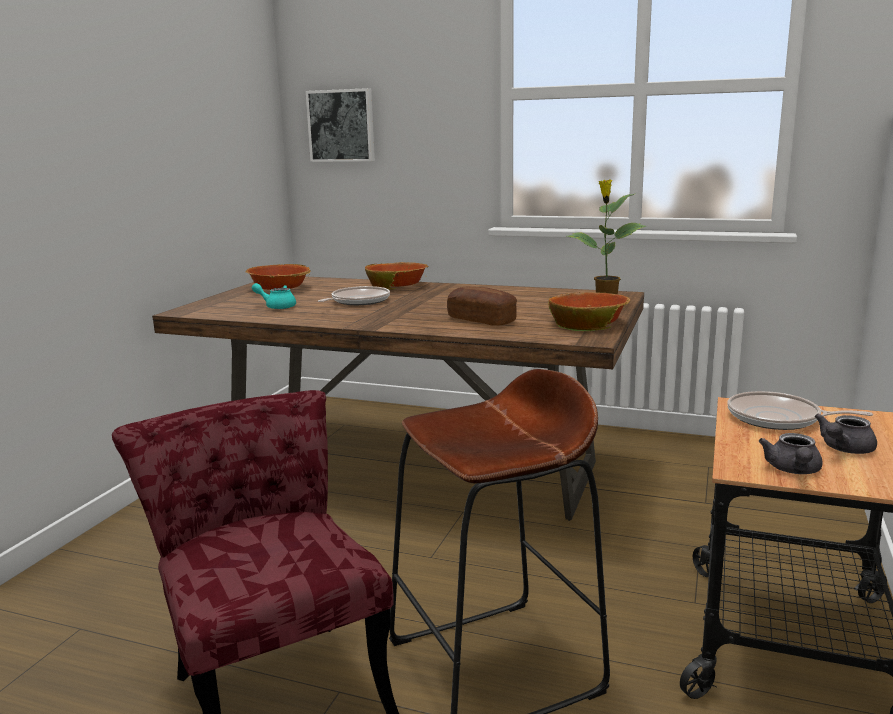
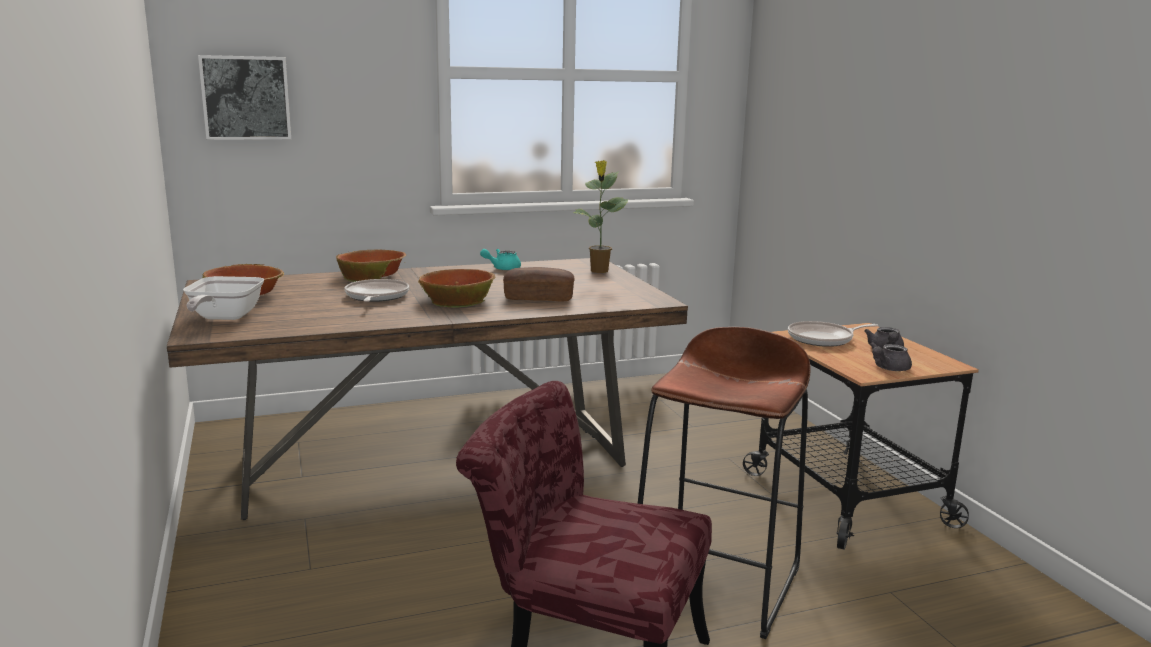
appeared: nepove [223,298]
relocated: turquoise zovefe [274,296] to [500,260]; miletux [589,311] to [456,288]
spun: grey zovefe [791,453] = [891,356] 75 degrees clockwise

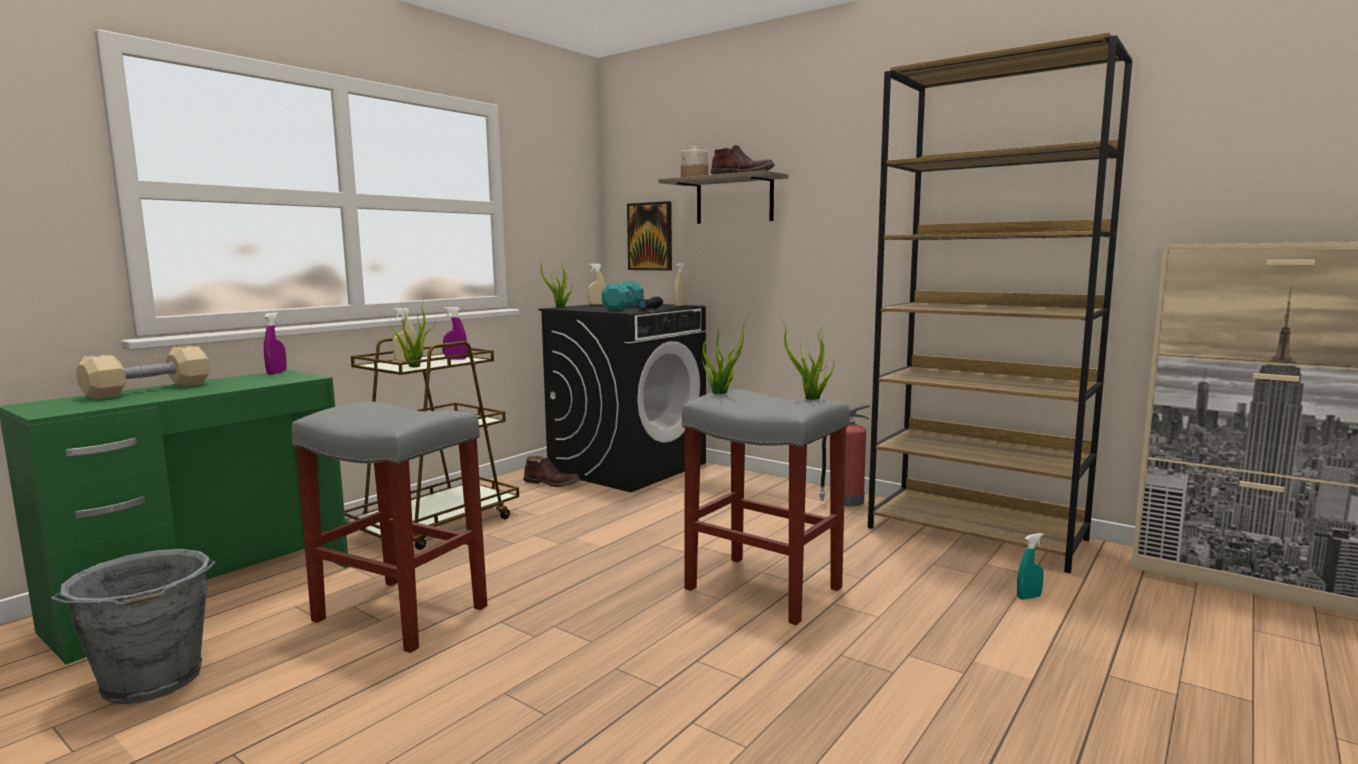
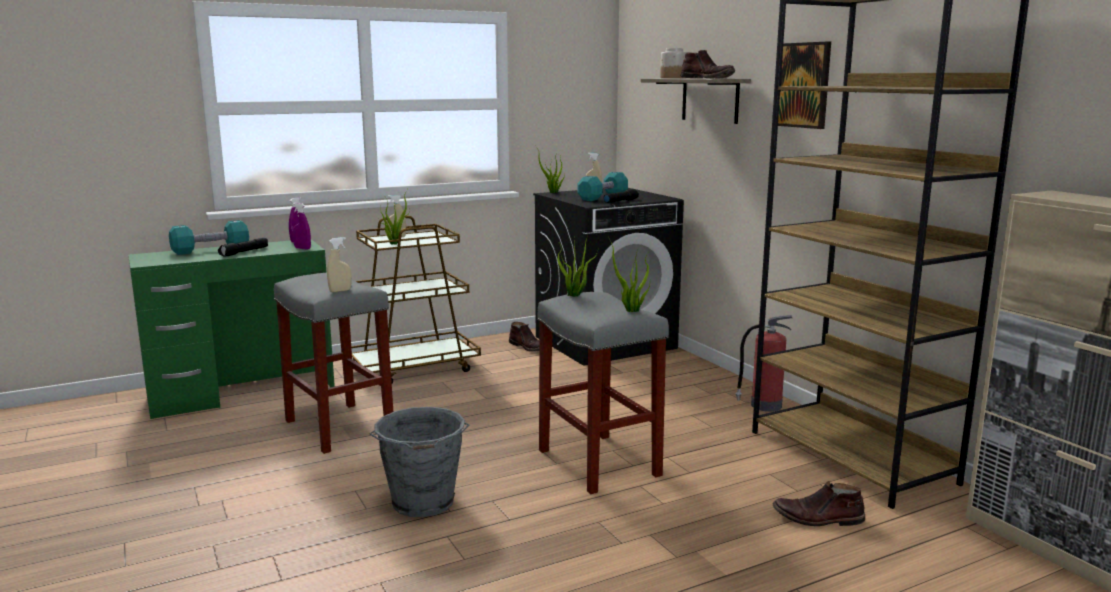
appeared: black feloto [243,247]
relocated: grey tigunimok [133,626] to [419,462]; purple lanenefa [455,333] to [301,226]; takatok [649,235] to [804,85]; beige lanenefa [680,284] to [339,264]
exchanged: turquoise lanenefa [1030,566] to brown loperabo [819,503]
colour: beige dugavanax [143,372] to turquoise dugavanax [209,237]

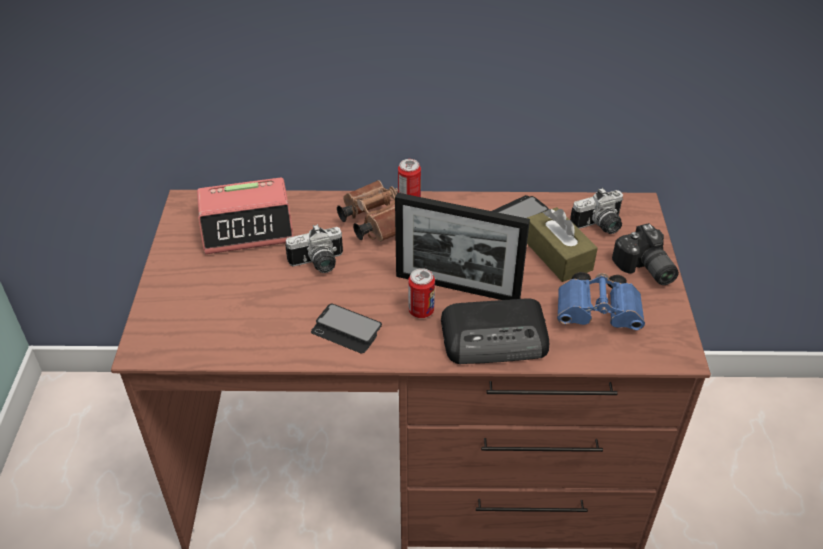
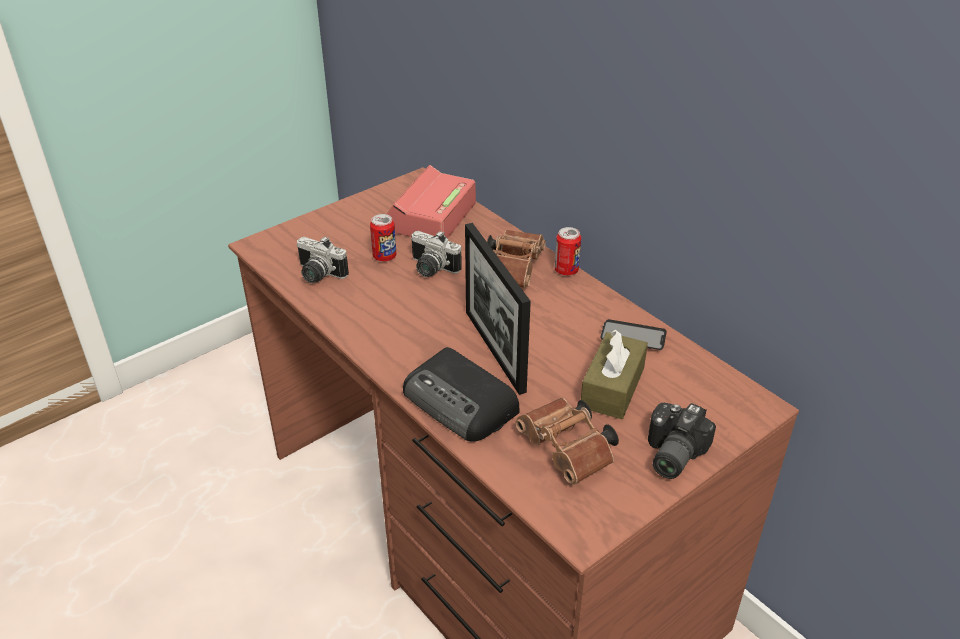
missing: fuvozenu [346,328]
relocated: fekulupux [421,293] to [383,238]; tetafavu [597,211] to [322,259]
colour: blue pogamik [601,301] to brown pogamik [567,441]
spun: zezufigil [245,216] = [431,201] 75 degrees clockwise

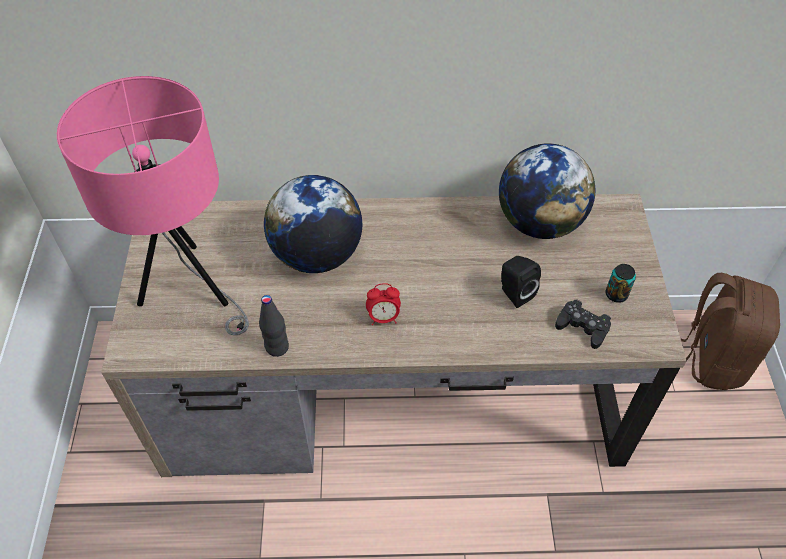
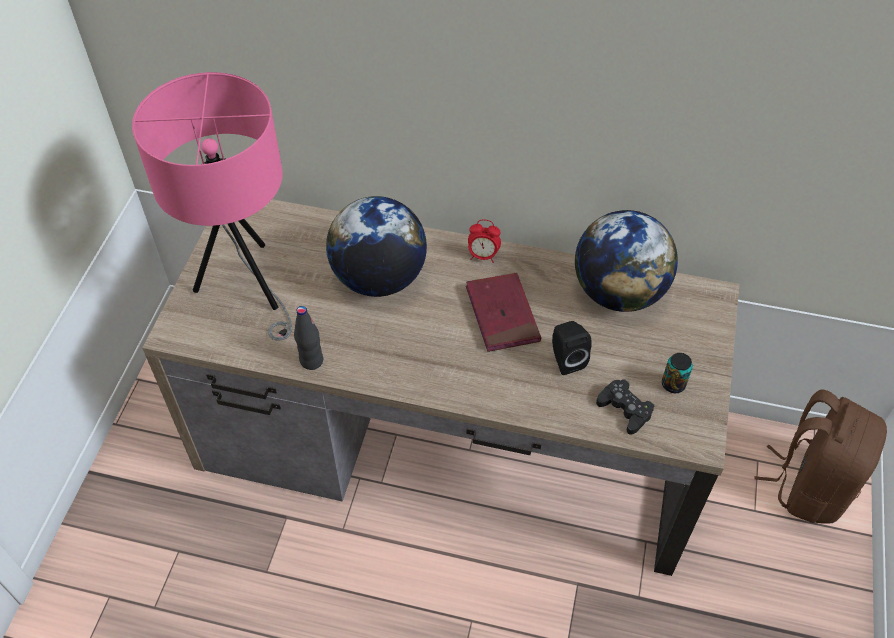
appeared: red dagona [503,312]
relocated: zezufigil [383,304] to [484,241]

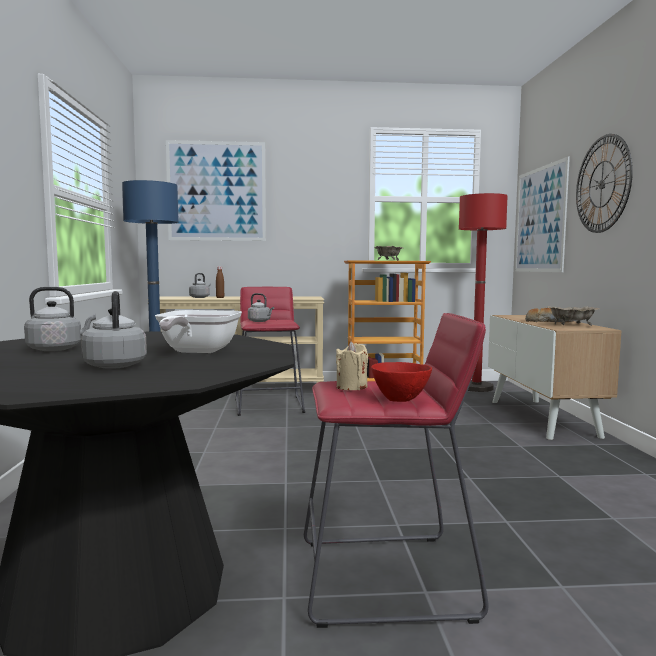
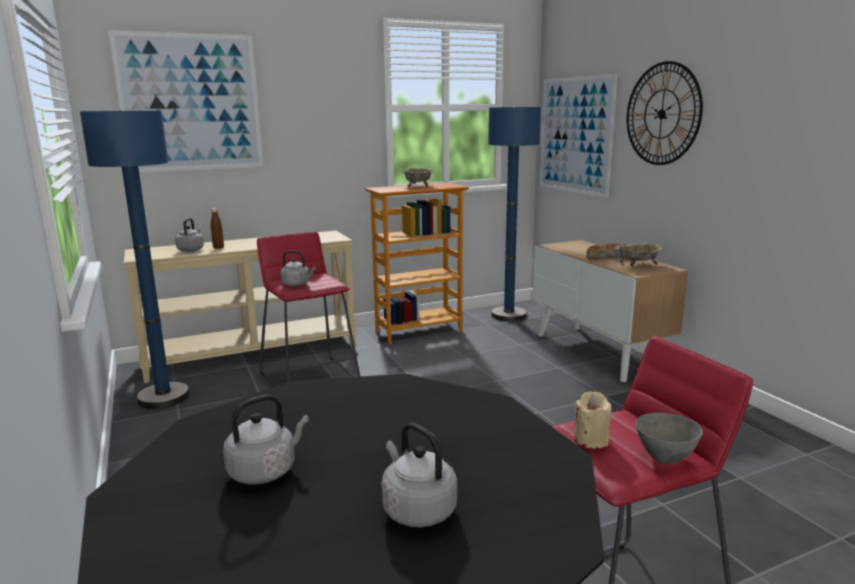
missing: nepove [198,331]
colour: red miletux [401,382] to grey miletux [669,438]; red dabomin [483,292] to blue dabomin [514,213]

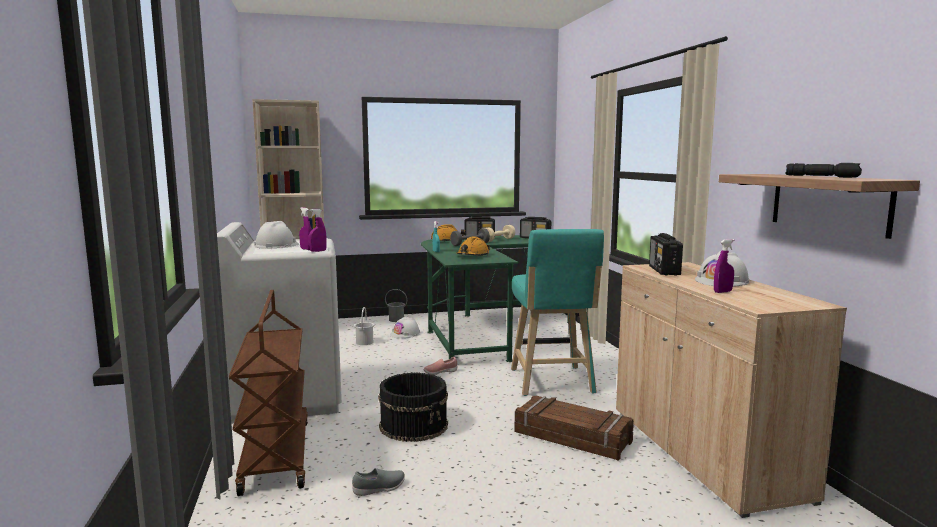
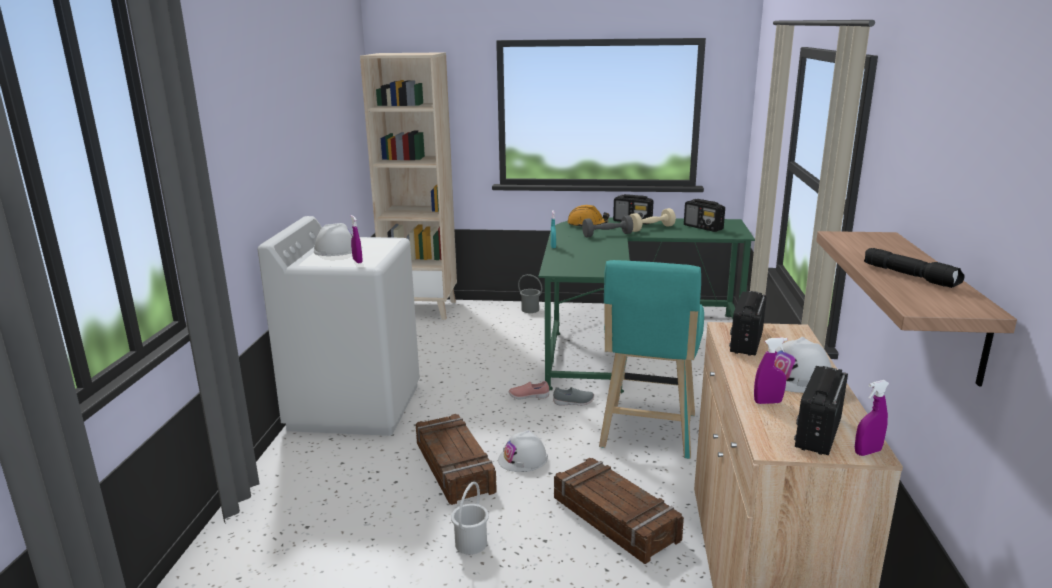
missing: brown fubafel [268,393]; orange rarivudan [473,246]
appeared: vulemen [821,410]
relocated: purple lanenefa [318,230] to [872,418]; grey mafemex [378,482] to [573,396]; white tigunimok [364,326] to [470,518]; white rarivudan [405,327] to [523,451]
exchanged: black tigunimok [413,407] to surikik [456,459]

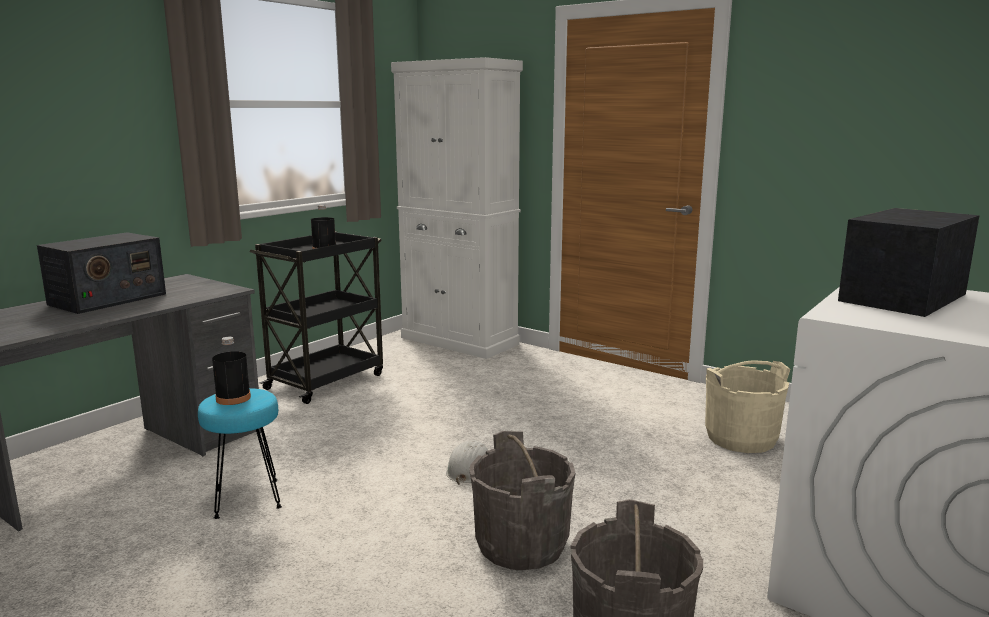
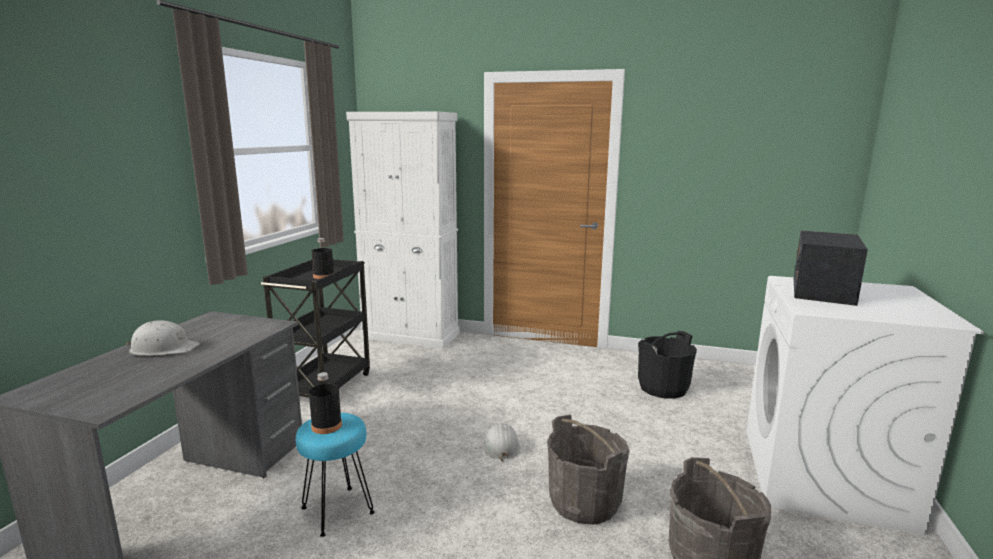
exchanged: vulemen [101,273] to white rarivudan [163,338]
colour: beige tigunimok [747,406] to black tigunimok [667,364]

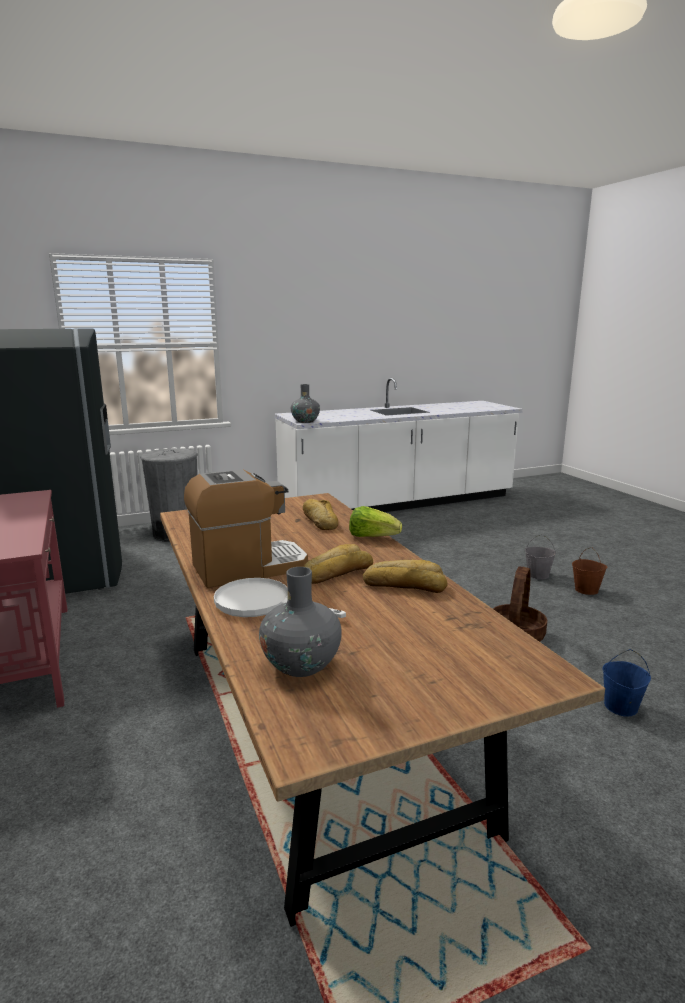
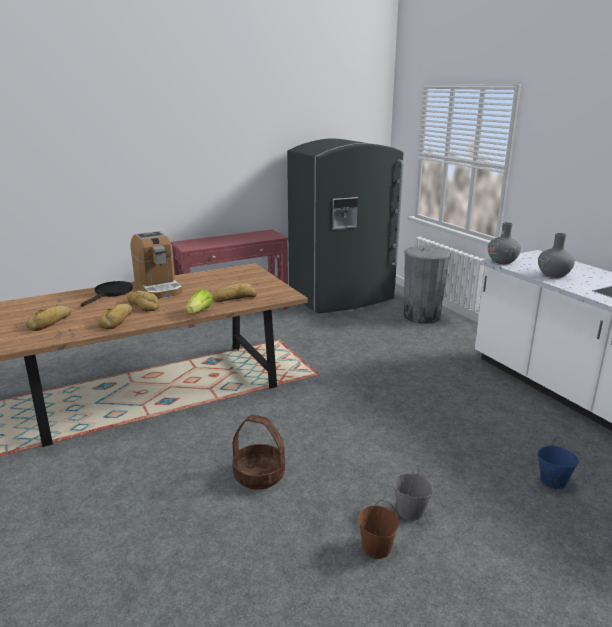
appeared: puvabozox [48,318]
relocated: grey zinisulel [300,622] to [556,255]; blue tigunimok [626,682] to [558,463]
colour: white nepove [280,598] to black nepove [107,293]

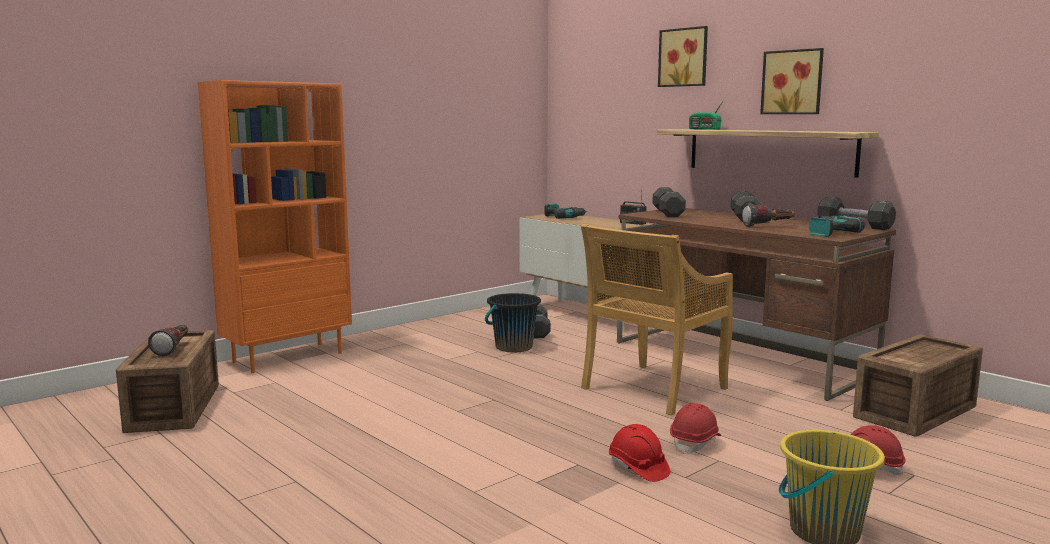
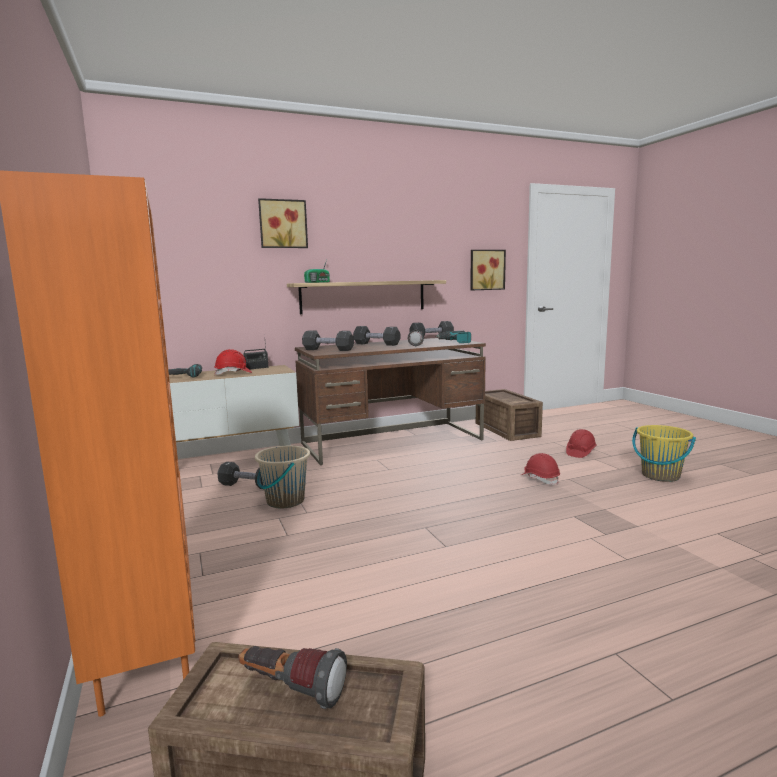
missing: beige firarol [657,320]
relocated: red rarivudan [639,453] to [233,362]; takatok [792,81] to [488,270]
colour: black tigunimok [513,322] to beige tigunimok [282,477]

